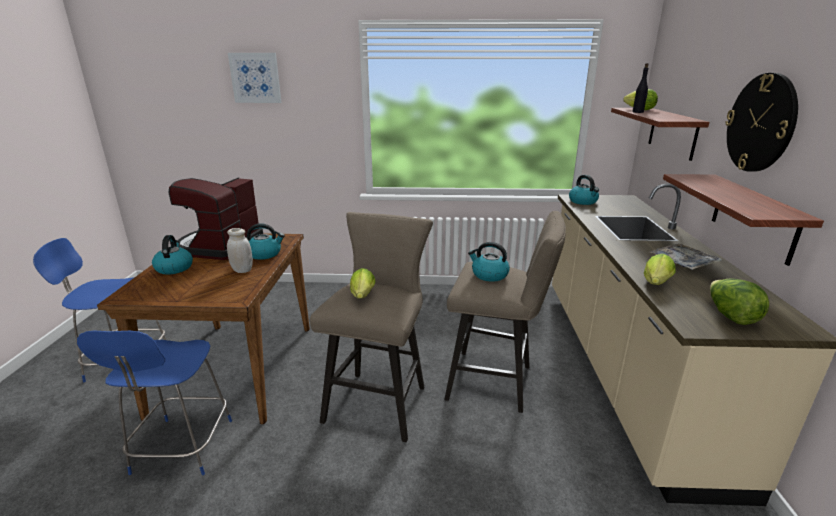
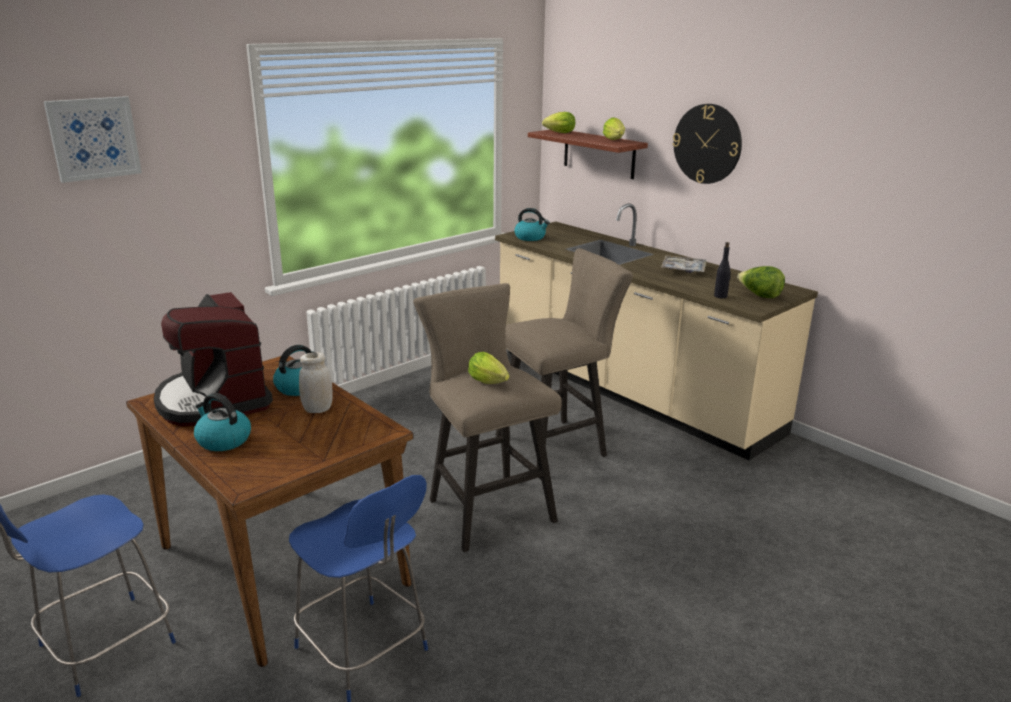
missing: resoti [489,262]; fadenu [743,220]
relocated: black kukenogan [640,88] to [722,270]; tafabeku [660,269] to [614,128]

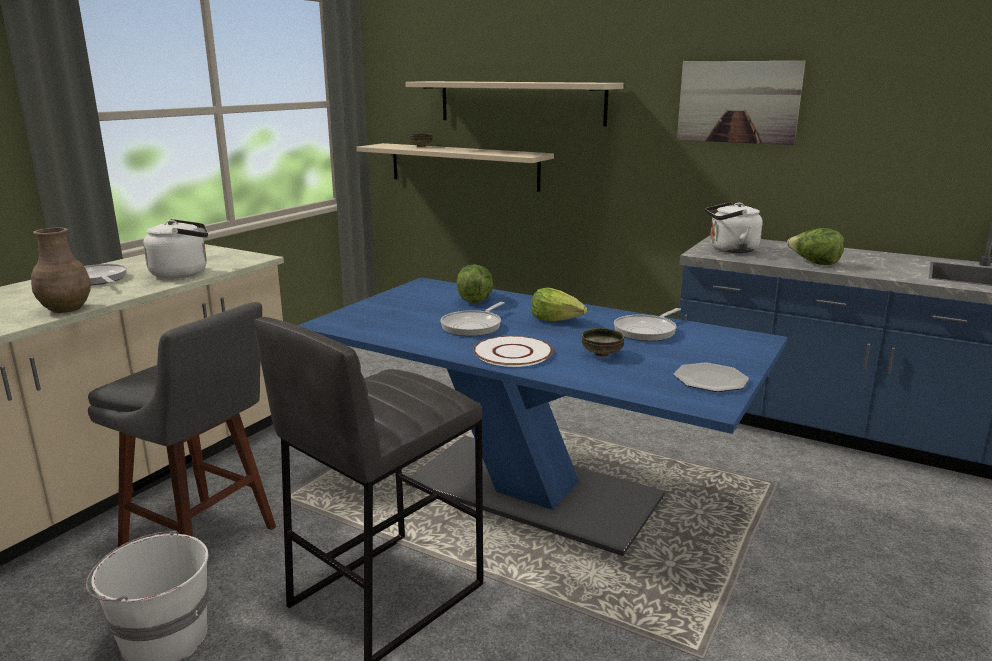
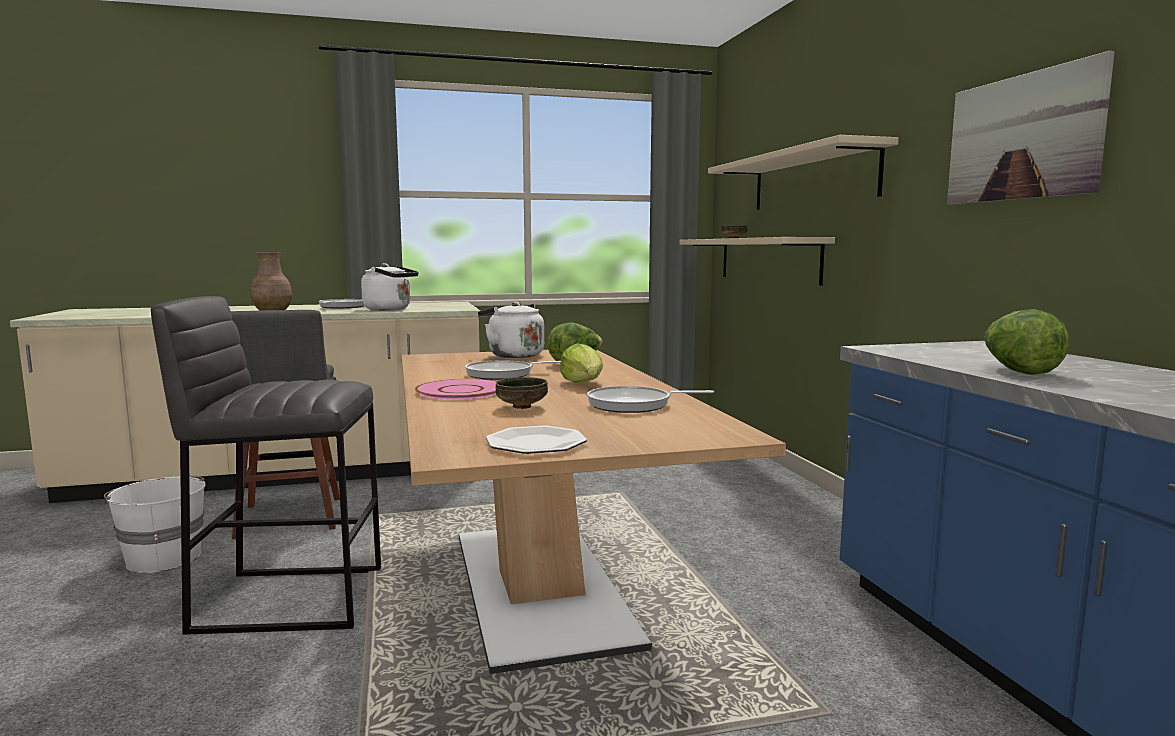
relocated: white resoti [734,227] to [511,330]
colour: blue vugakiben [542,416] to beige vugakiben [594,512]; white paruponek [513,351] to pink paruponek [456,389]

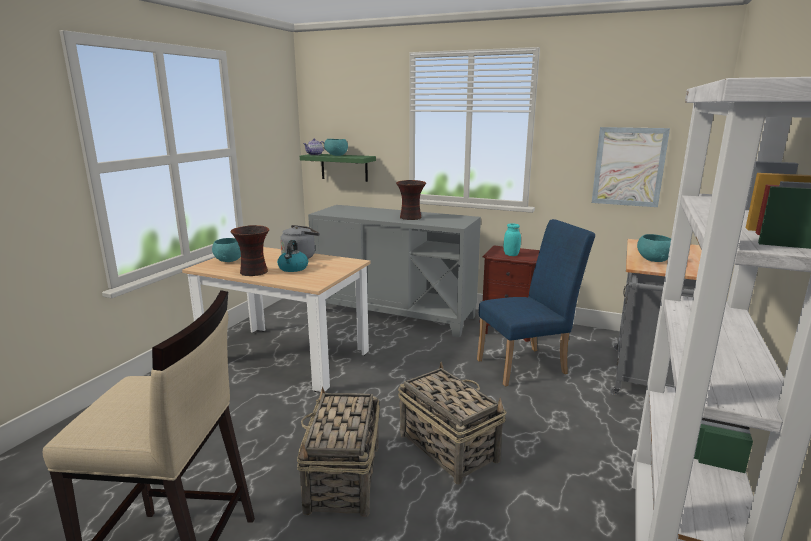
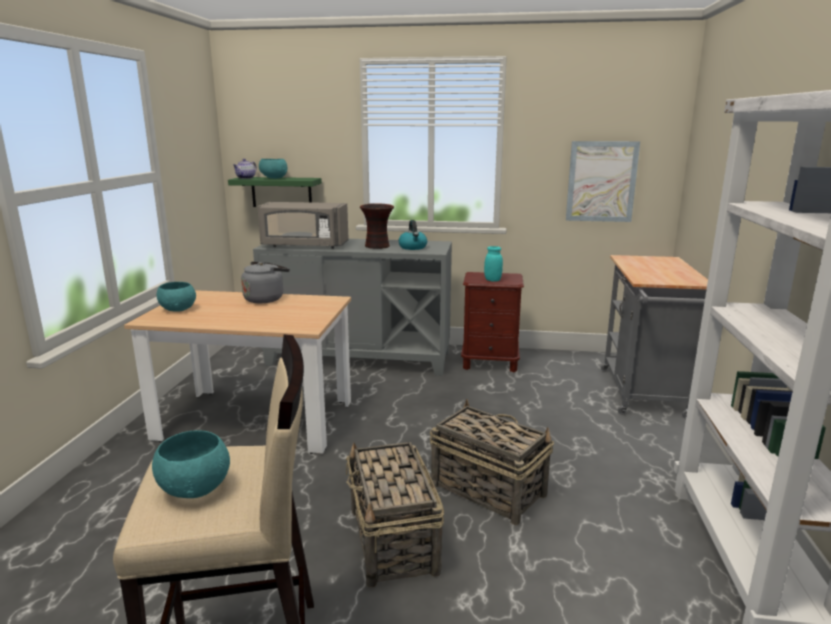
missing: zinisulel [249,250]; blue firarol [536,303]
appeared: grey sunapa [303,225]
relocated: resoti [292,256] to [413,235]; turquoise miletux [654,248] to [191,464]

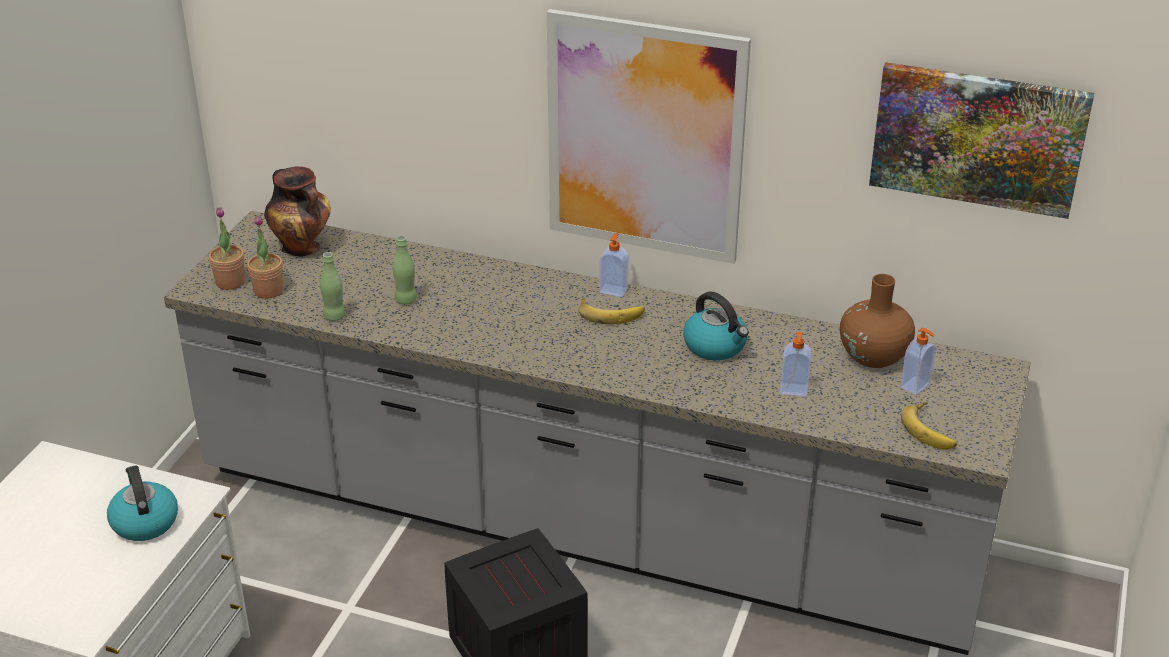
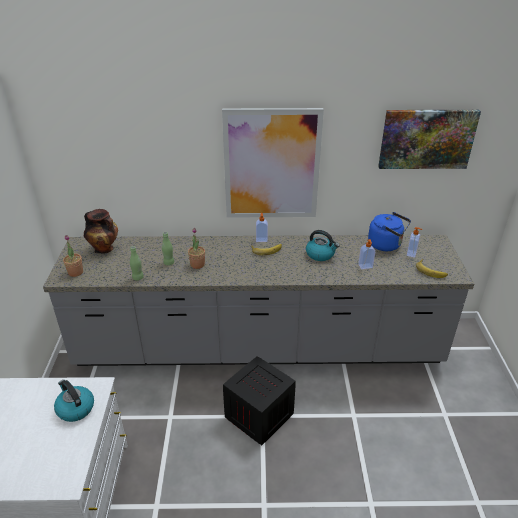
relocated: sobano [265,257] to [196,248]
exchanged: brown zinisulel [877,321] to blue resoti [389,231]

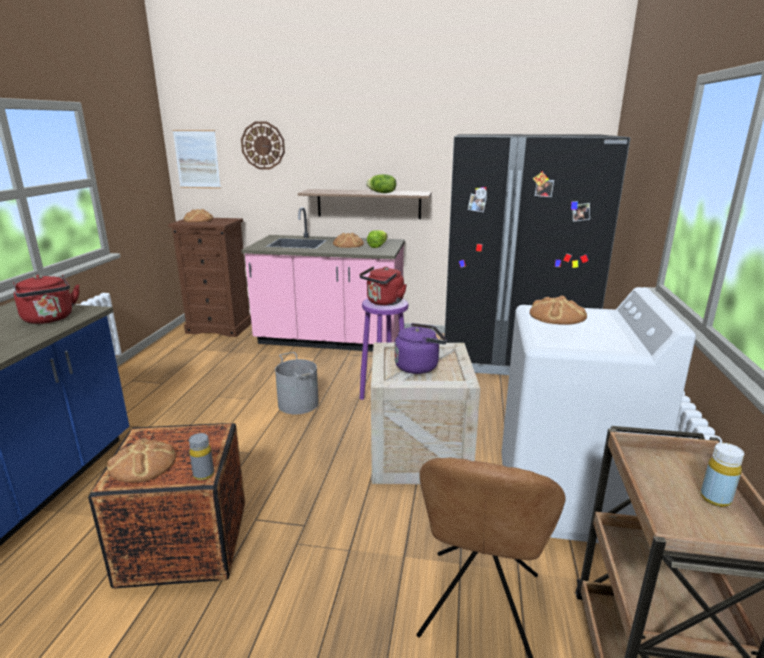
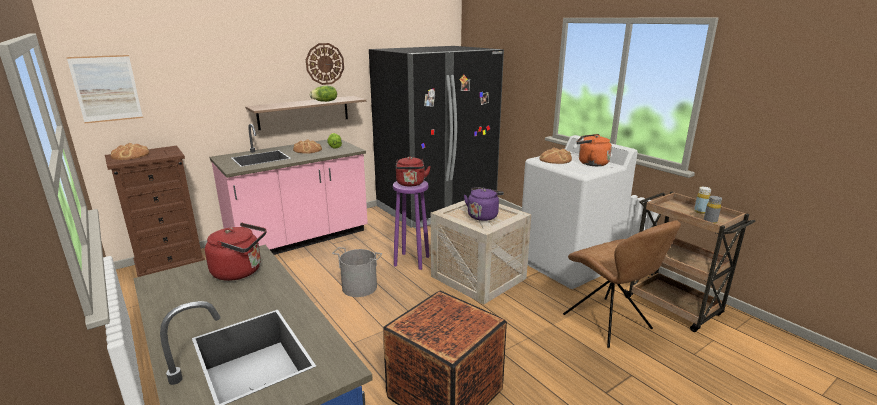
missing: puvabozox [141,460]
appeared: orange resoti [594,150]
relocated: grey kukenogan [201,456] to [713,210]; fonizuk [263,145] to [325,64]

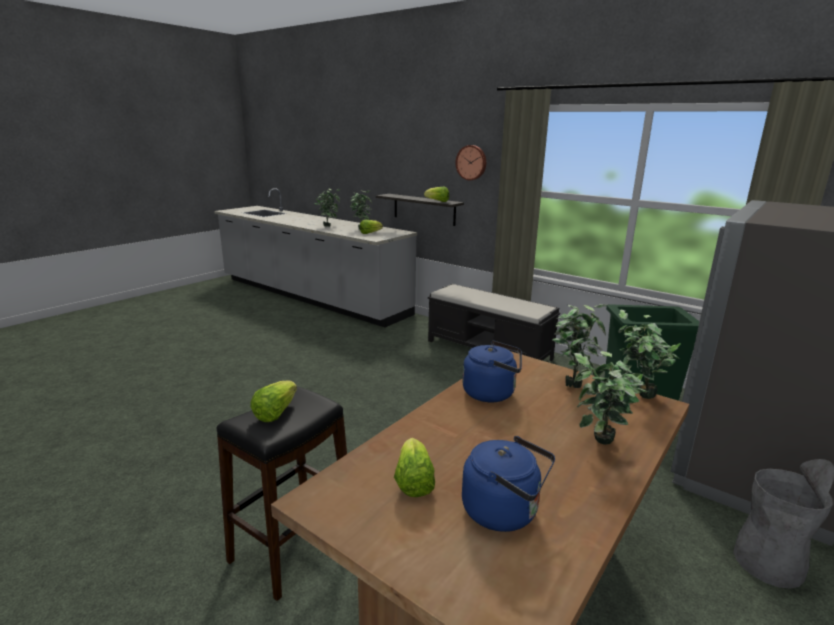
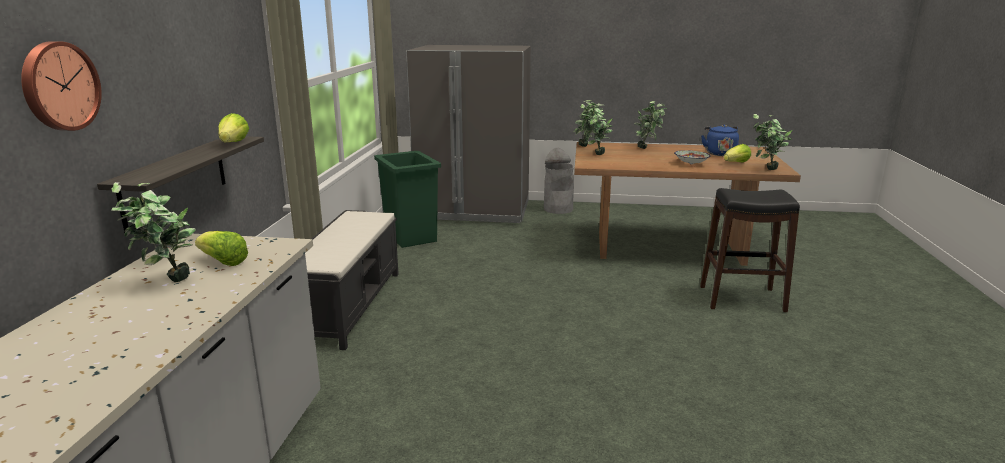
missing: tafabeku [273,401]; blue resoti [492,371]
appeared: miletux [692,157]
relocated: sobano [327,208] to [772,142]; fonizuk [471,162] to [61,86]

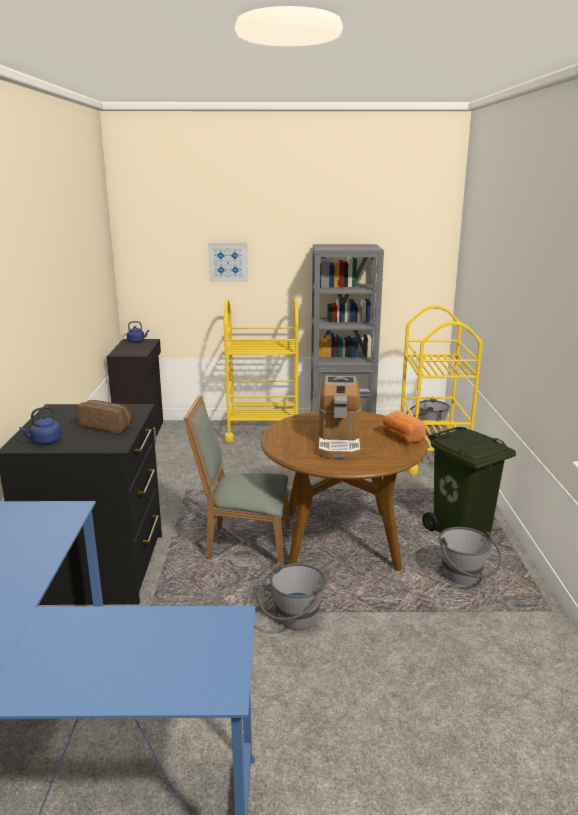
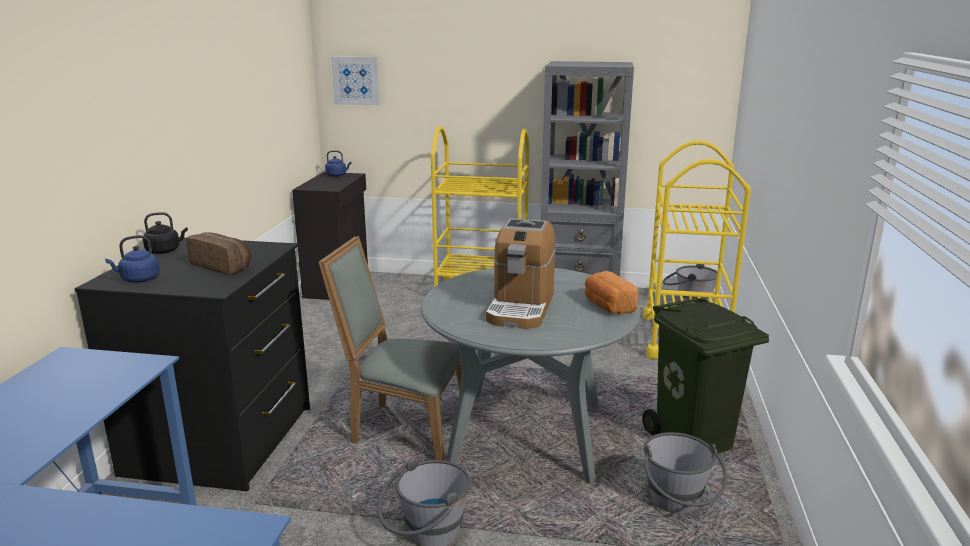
appeared: black resoti [165,233]
relocated: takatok [228,262] to [355,81]
colour: brown vugakiben [344,491] to grey vugakiben [531,376]

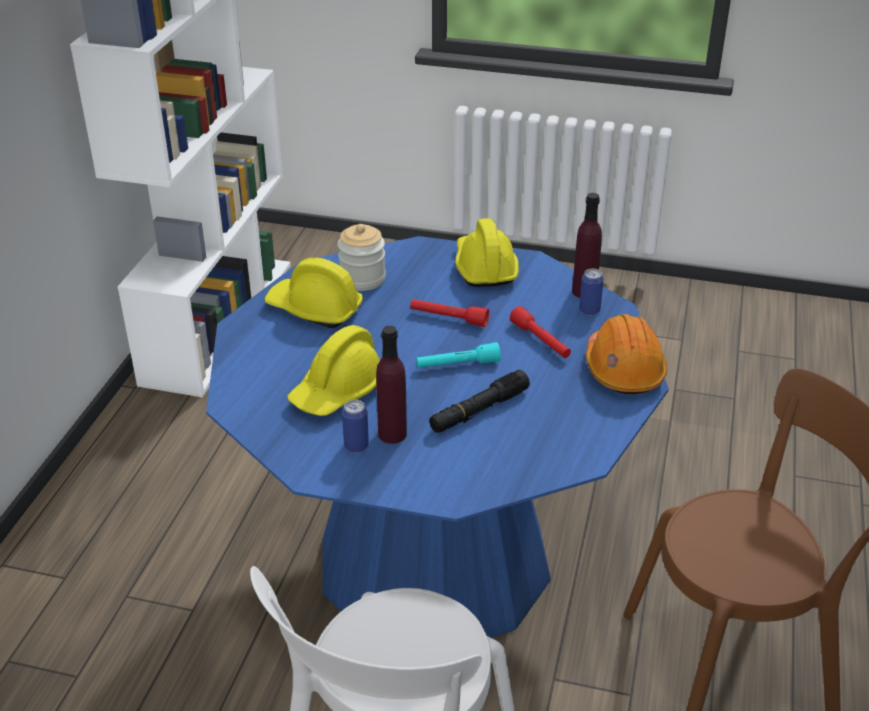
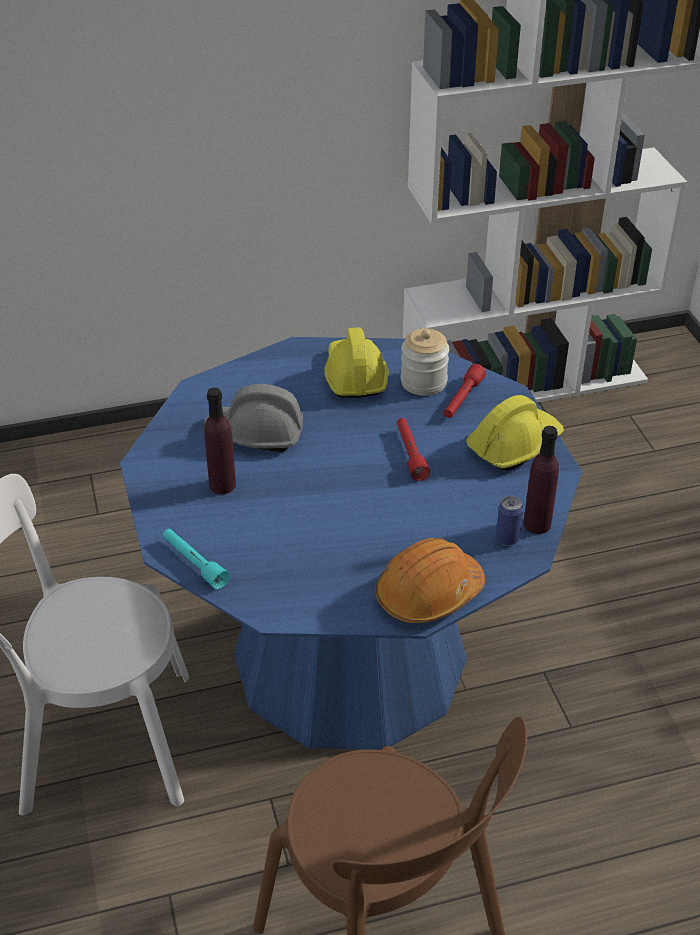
missing: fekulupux [355,426]; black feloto [479,401]
relocated: turquoise feloto [458,355] to [196,559]; red feloto [540,332] to [465,391]
colour: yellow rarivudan [333,370] to grey rarivudan [253,418]

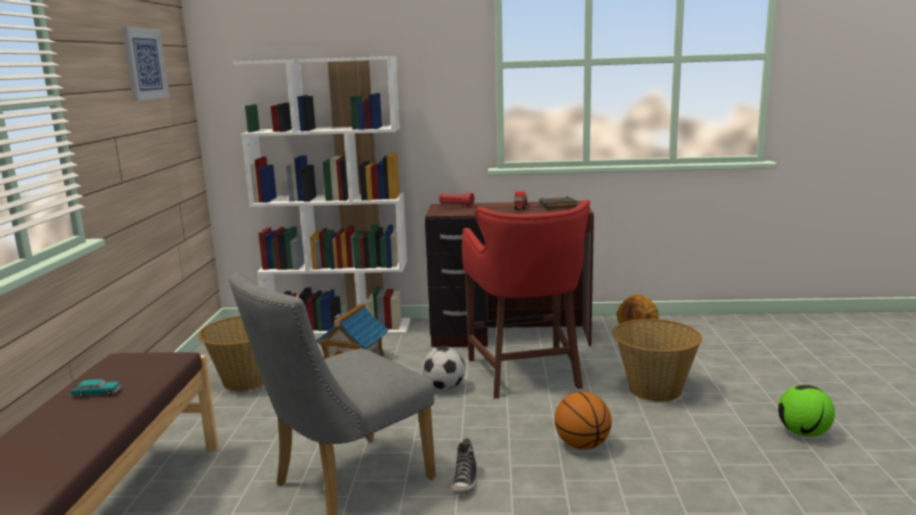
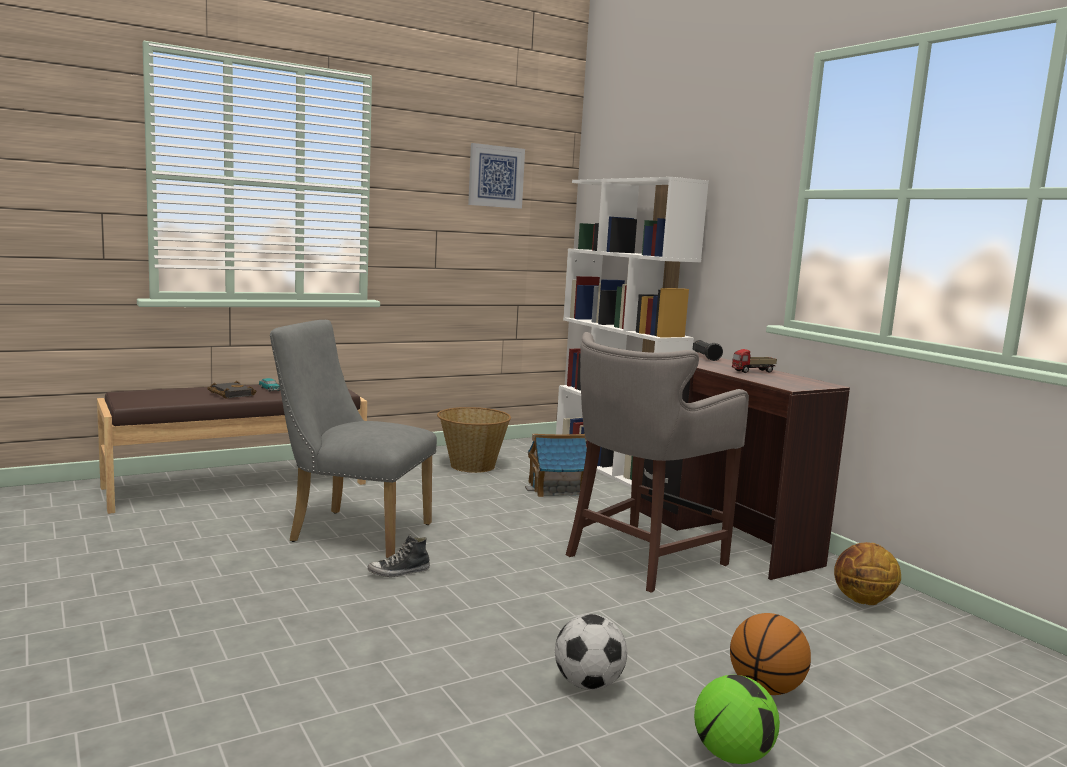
missing: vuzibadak [657,360]
relocated: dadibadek [443,368] to [591,652]; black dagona [558,203] to [232,390]; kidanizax [583,421] to [770,654]
colour: red feloto [457,199] to black feloto [708,350]; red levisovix [526,299] to grey levisovix [657,462]

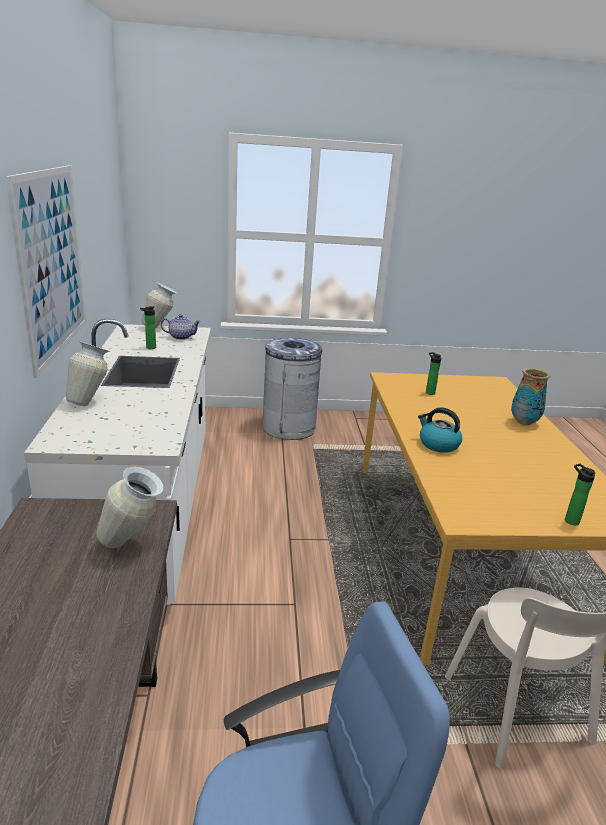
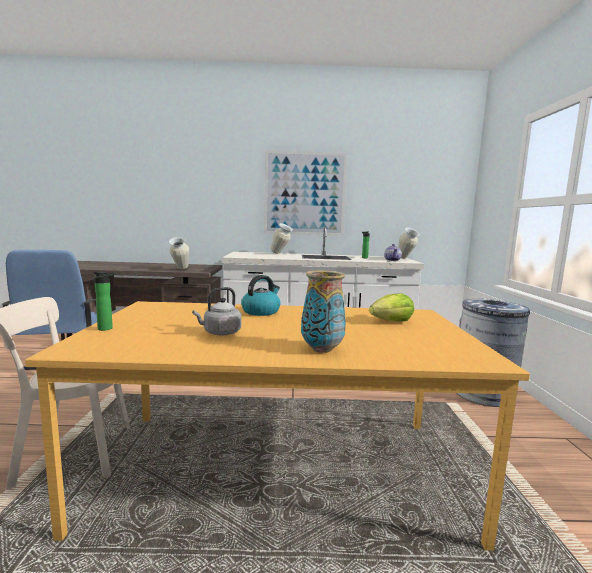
appeared: grey resoti [216,311]
exchanged: kukenogan [433,373] to tafabeku [391,307]

